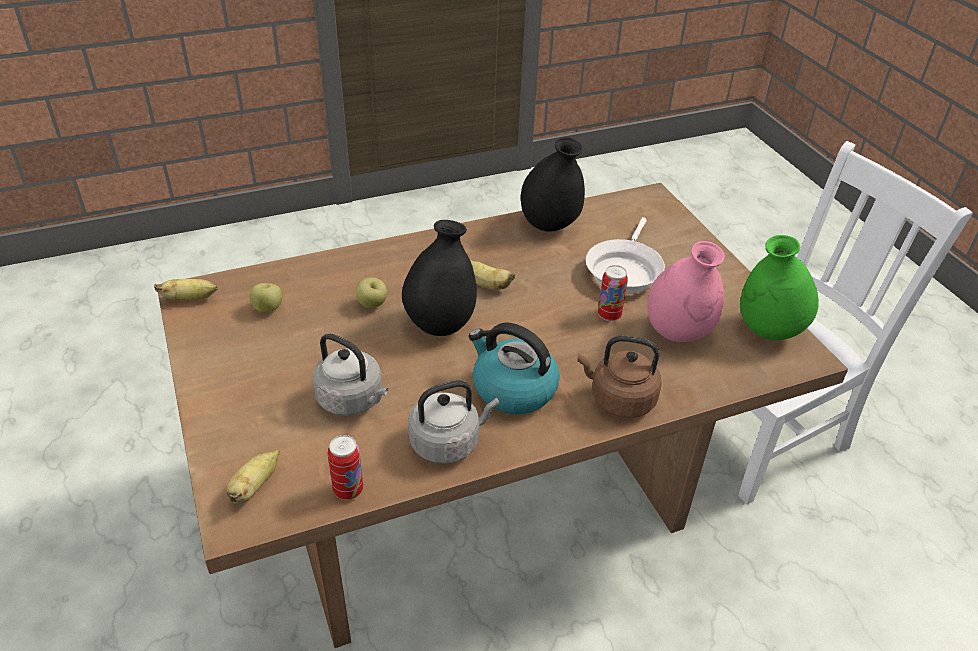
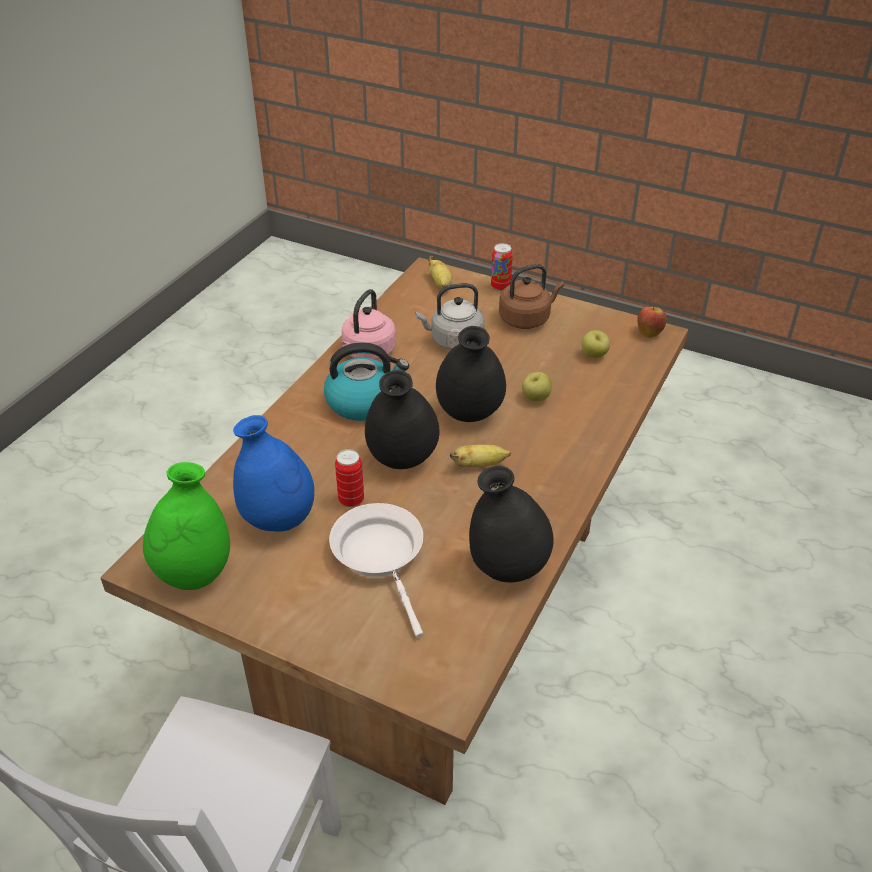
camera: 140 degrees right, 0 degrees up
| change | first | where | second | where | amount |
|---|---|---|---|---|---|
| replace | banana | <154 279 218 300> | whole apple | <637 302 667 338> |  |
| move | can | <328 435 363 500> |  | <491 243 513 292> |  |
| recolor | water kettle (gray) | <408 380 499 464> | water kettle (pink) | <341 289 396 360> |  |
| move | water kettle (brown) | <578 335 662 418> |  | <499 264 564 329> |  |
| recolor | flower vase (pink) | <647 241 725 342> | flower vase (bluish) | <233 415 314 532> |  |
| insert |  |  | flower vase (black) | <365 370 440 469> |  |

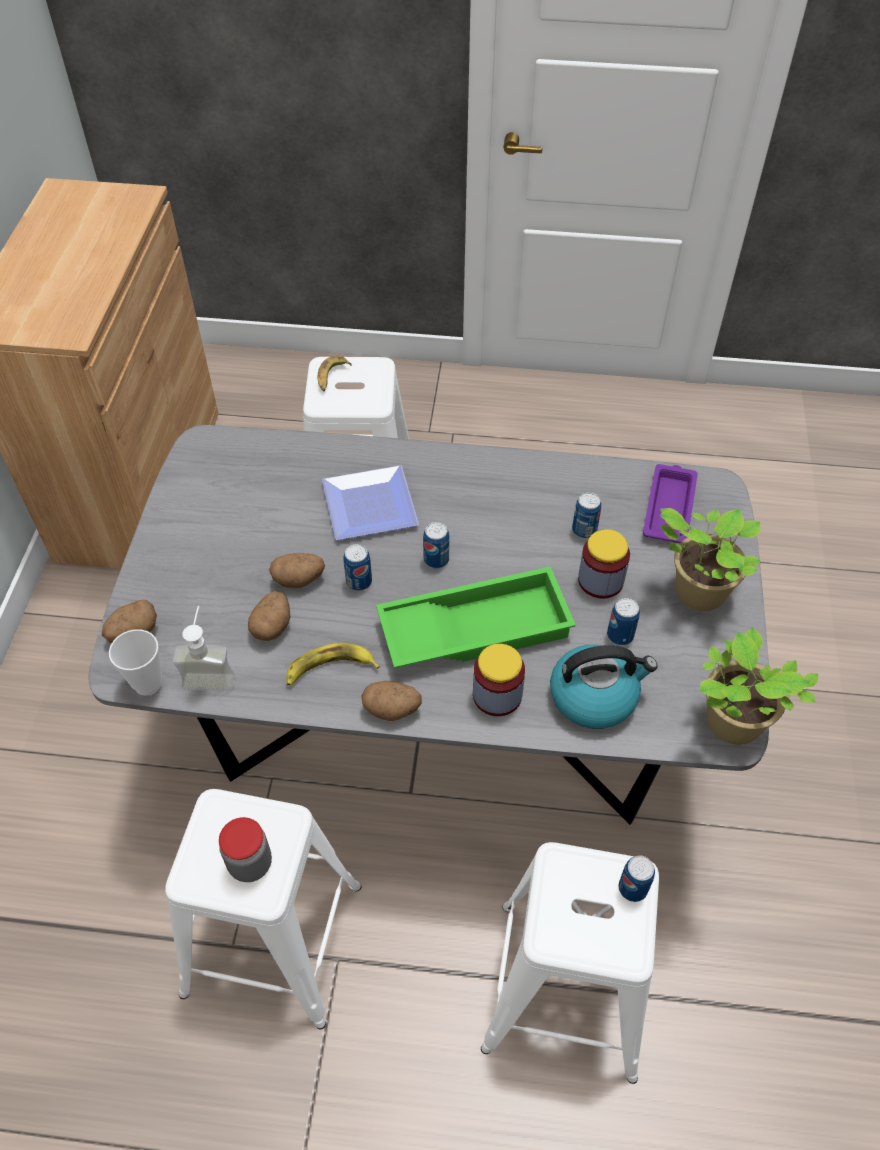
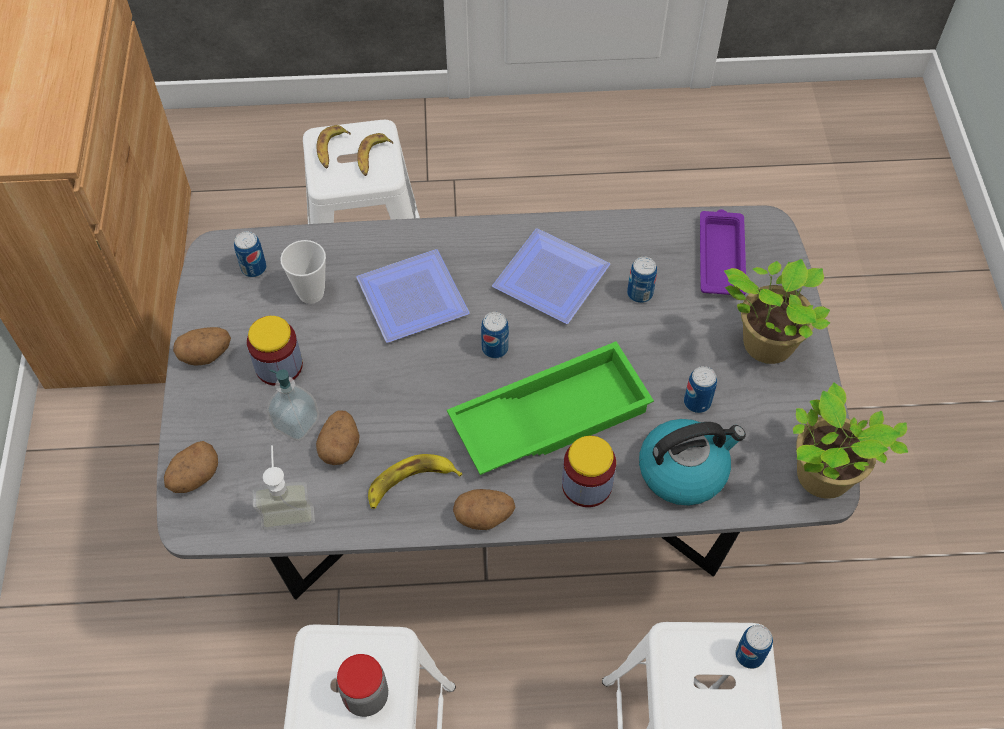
camera: 10 degrees left, 5 degrees up
| change | first | where | second | where | amount |
|---|---|---|---|---|---|
| move | cup | <109 629 162 695> |  | <280 240 326 304> |  |
| move | spud | <269 553 325 588> |  | <173 327 231 366> |  |
| move | can | <343 544 372 591> |  | <234 231 267 278> |  |
| move | jar | <578 529 630 599> |  | <247 316 303 386> |  |
| insert |  |  | soap bottle | <266 369 319 441> |  |
| insert |  |  | banana | <357 133 393 176> |  |
| insert |  |  | dinner plate | <492 228 610 324> |  |

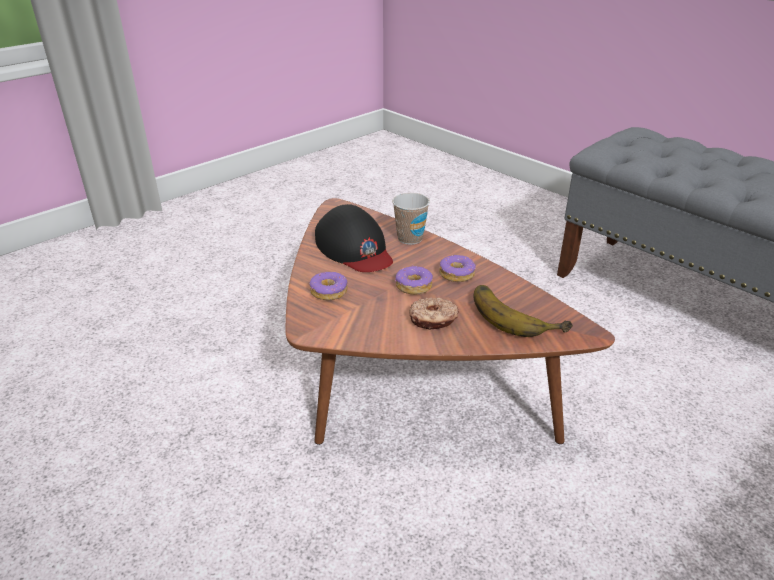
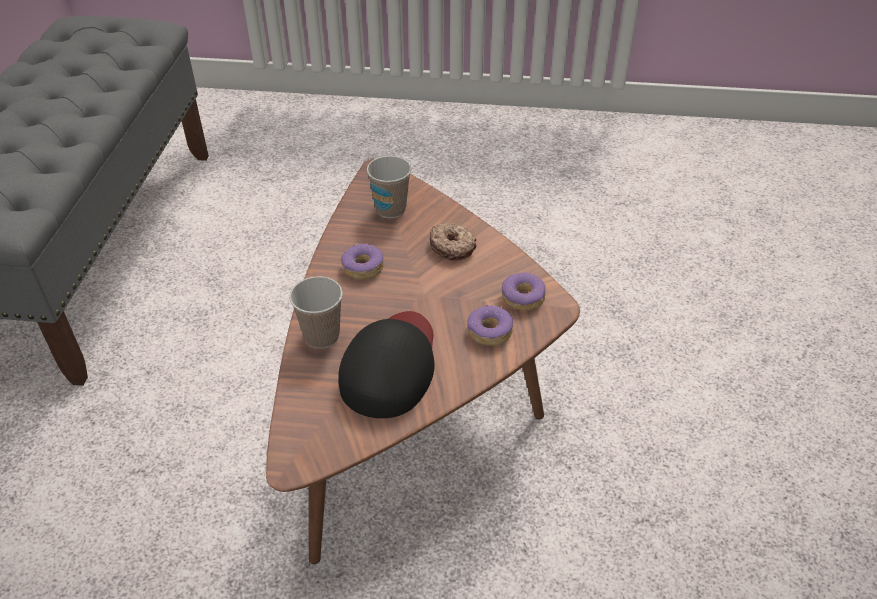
camera: 130 degrees left, 10 degrees up
| change | first | where | second | where | amount |
|---|---|---|---|---|---|
| move | ring doughnut | <395 265 433 295> |  | <502 272 546 311> |  |
| replace | banana | <474 285 573 337> | cup | <367 156 411 218> |  |

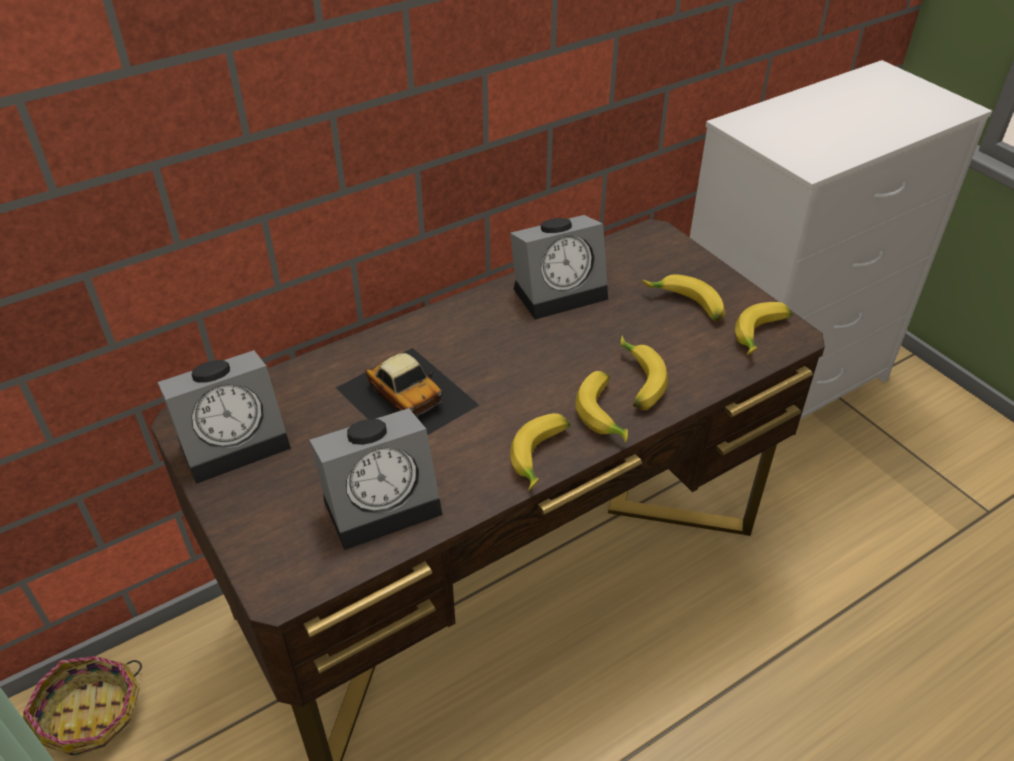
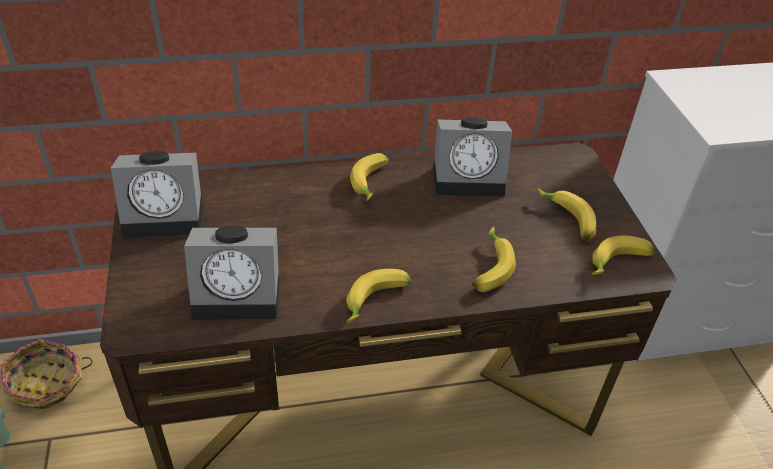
camera: 20 degrees right, 0 degrees up
| change | first | where | second | where | amount |
|---|---|---|---|---|---|
| delete | toy car | <336 348 479 435> |  |  |  |
| move | banana | <575 371 628 443> |  | <350 153 390 201> |  |

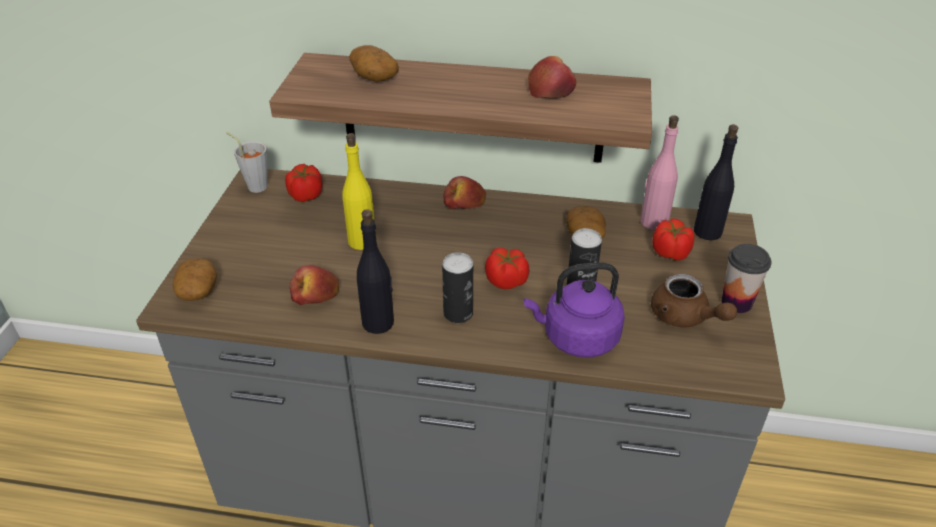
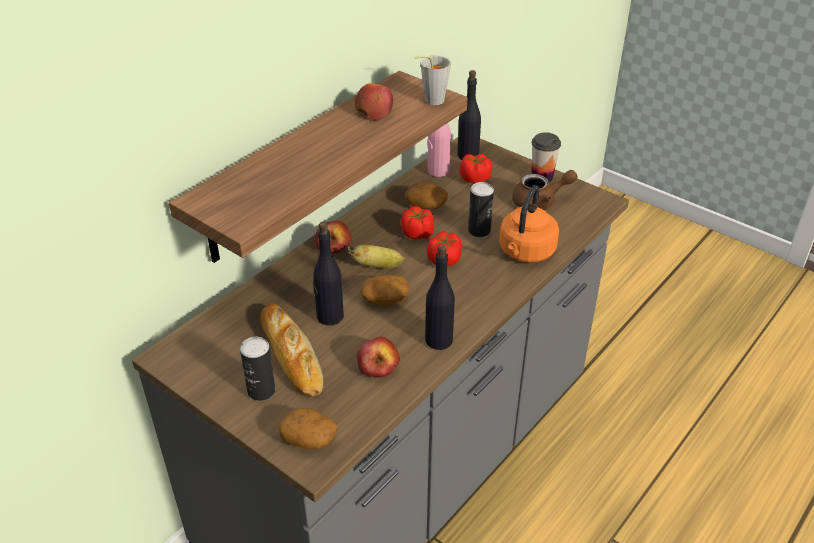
camera: 60 degrees left, 0 degrees up
| change | first | where | second | where | amount |
|---|---|---|---|---|---|
| move | cup (gray) | <226 132 268 193> |  | <414 55 451 105> |  |
| move | fresh tomato | <285 164 323 202> |  | <401 206 434 239> |  |
| recolor | bottle (yellowish) | <342 133 376 250> | bottle (black) | <313 221 344 326> |  |
| move | spud | <349 45 399 82> |  | <360 275 410 306> |  |
| move | can | <442 252 473 323> |  | <240 337 275 401> |  |
| recolor | water kettle (purple) | <524 262 625 358> | water kettle (orangey) | <499 185 559 262> |  |
| insert |  |  | bread | <260 303 324 397> |  |
| insert |  |  | banana | <347 245 406 269> |  |

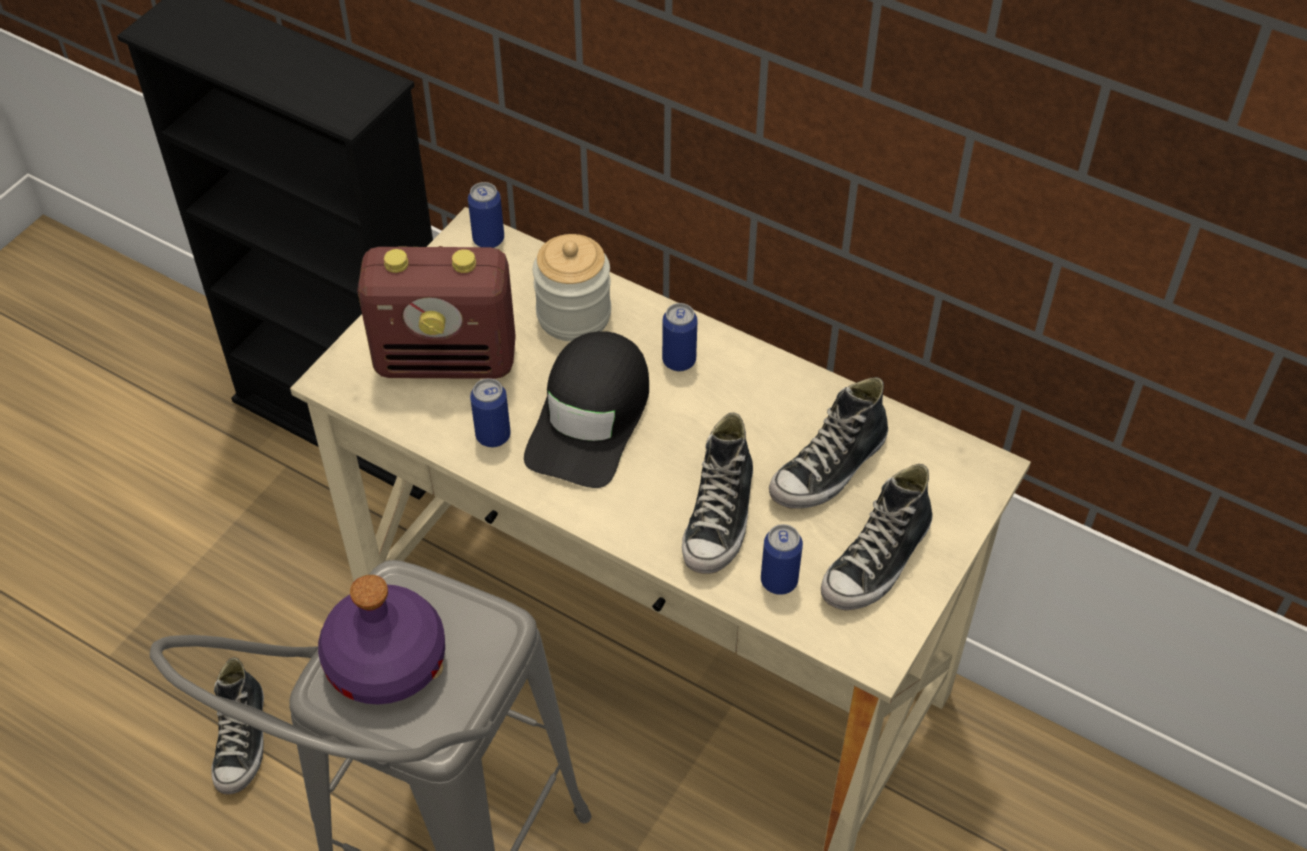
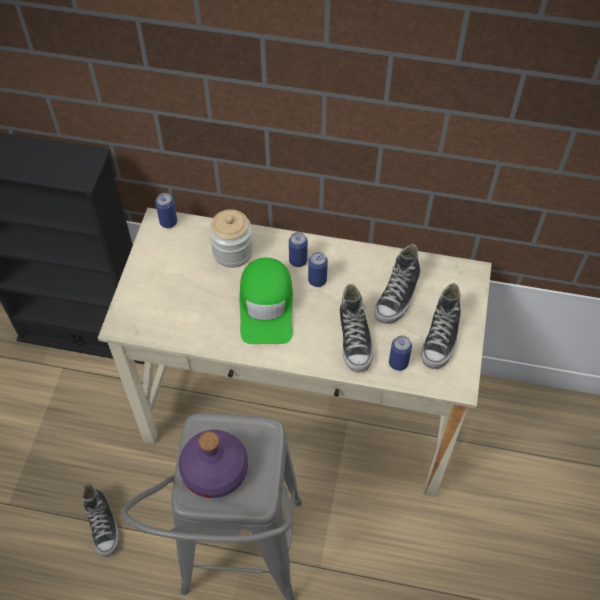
camera: 20 degrees left, 5 degrees up
| change | first | where | second | where | amount |
|---|---|---|---|---|---|
| delete | radio receiver | <357 246 516 379> |  |  |  |
| move | can | <470 378 511 447> |  | <308 252 328 287> |  |
| recolor | baseball cap (black) | <524 331 649 488> | baseball cap (greenish) | <240 257 293 344> |  |

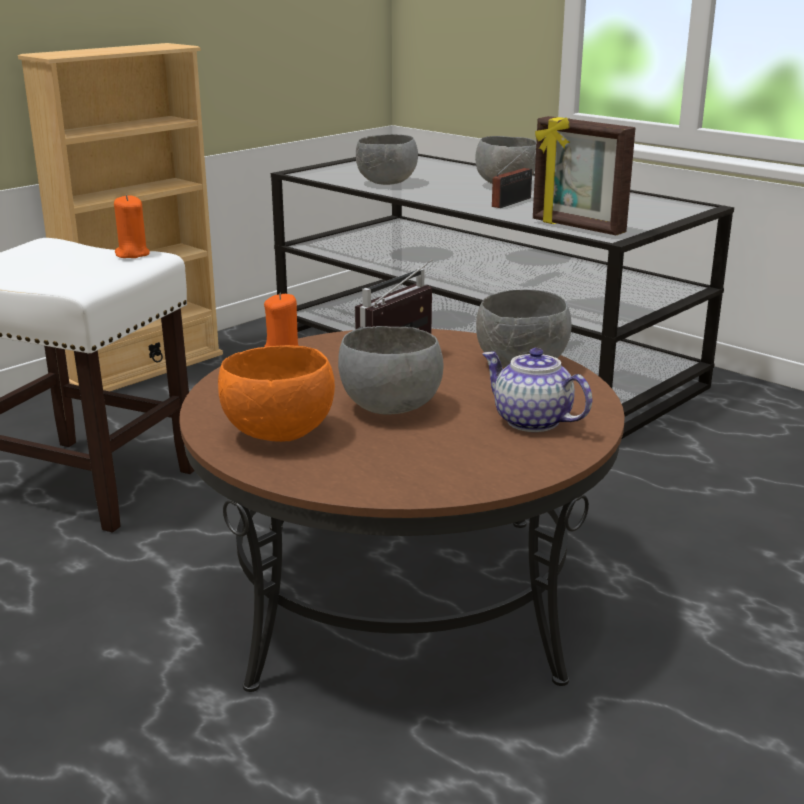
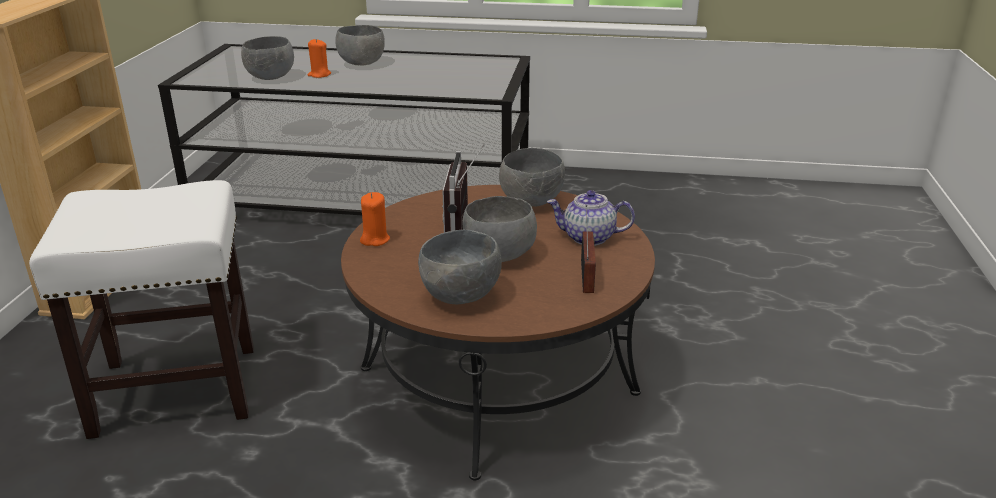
camera: 35 degrees left, 5 degrees up
| change | first | where | second | where | amount |
|---|---|---|---|---|---|
| move | wax candle (orangey) | <114 195 150 258> |  | <308 39 331 78> |  |
| recolor | deep dish (orangey) | <218 345 335 442> | deep dish (gray) | <418 230 502 304> |  |
| move | radio receiver | <492 145 532 208> |  | <581 205 596 293> |  |
| delete | photo frame | <533 116 635 235> |  |  |  |

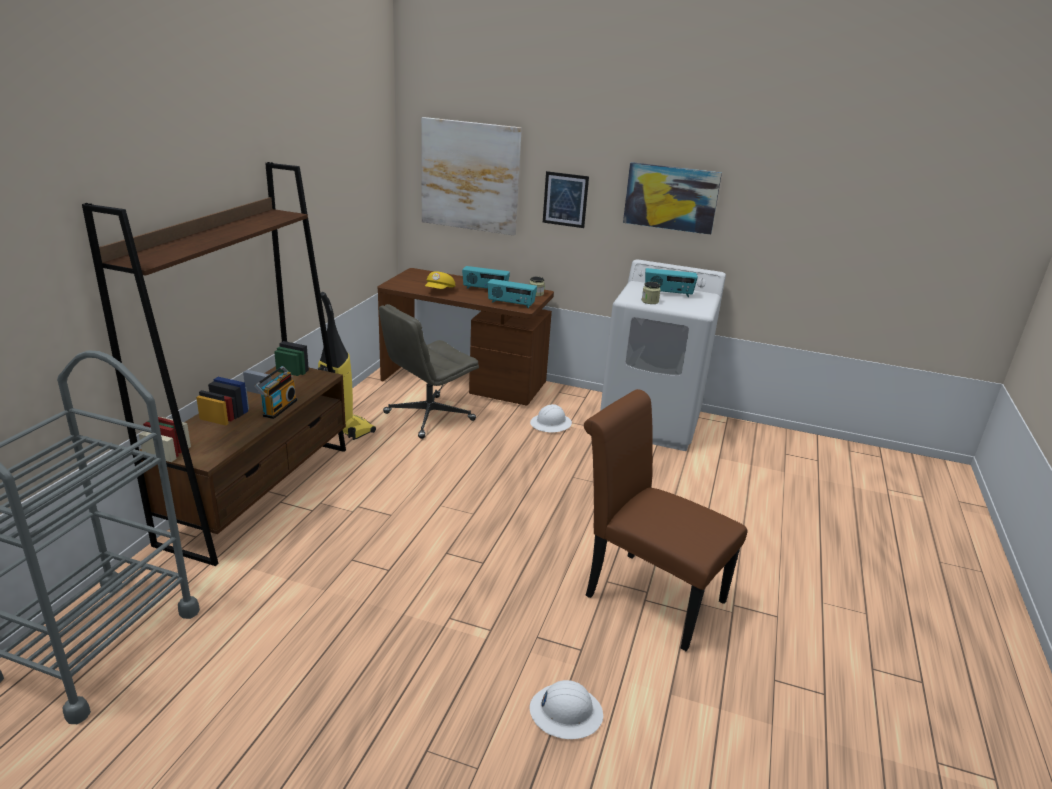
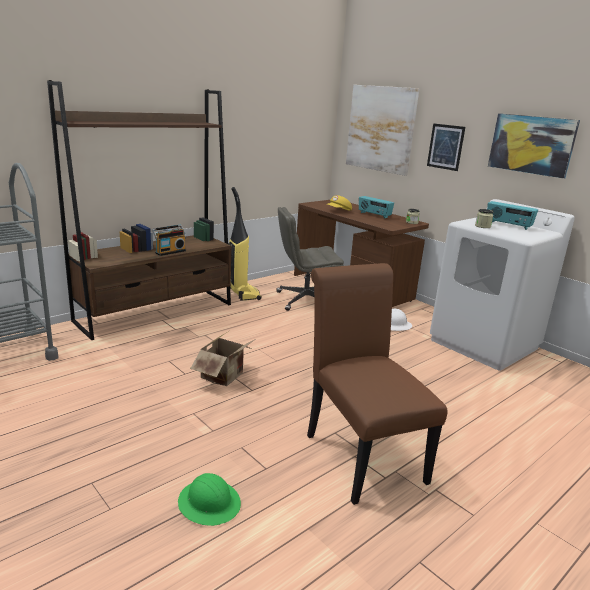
camera: 30 degrees right, 5 degrees down
| change | first | where | second | where | amount |
|---|---|---|---|---|---|
| delete | radio receiver | <487 279 537 308> |  |  |  |
| recolor | hard hat (white-coloured) | <530 680 603 739> | hard hat (greenish) | <178 473 241 526> |  |
| insert |  |  | packing box | <190 331 257 386> |  |

